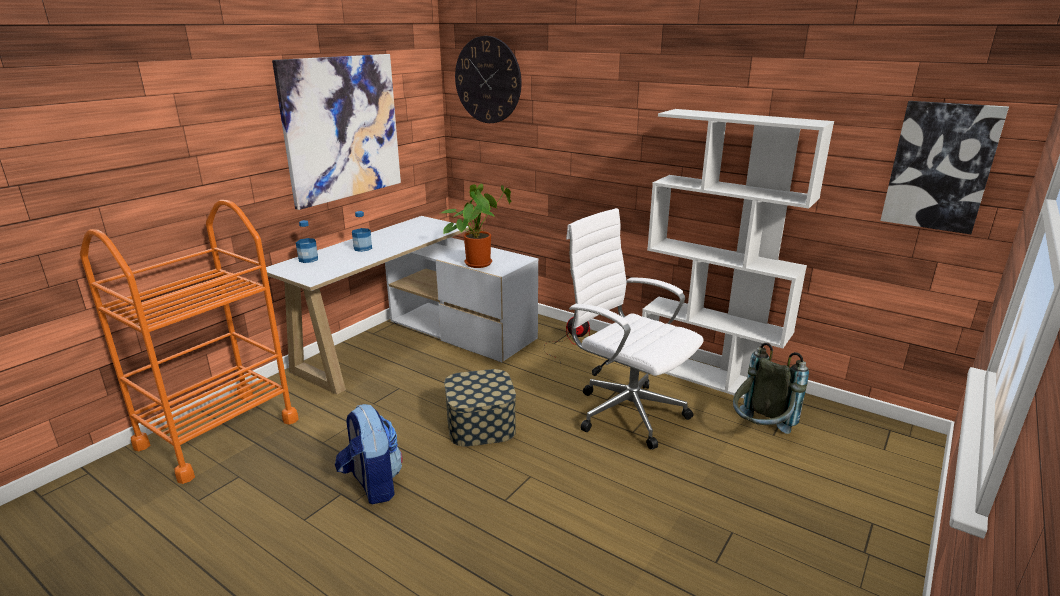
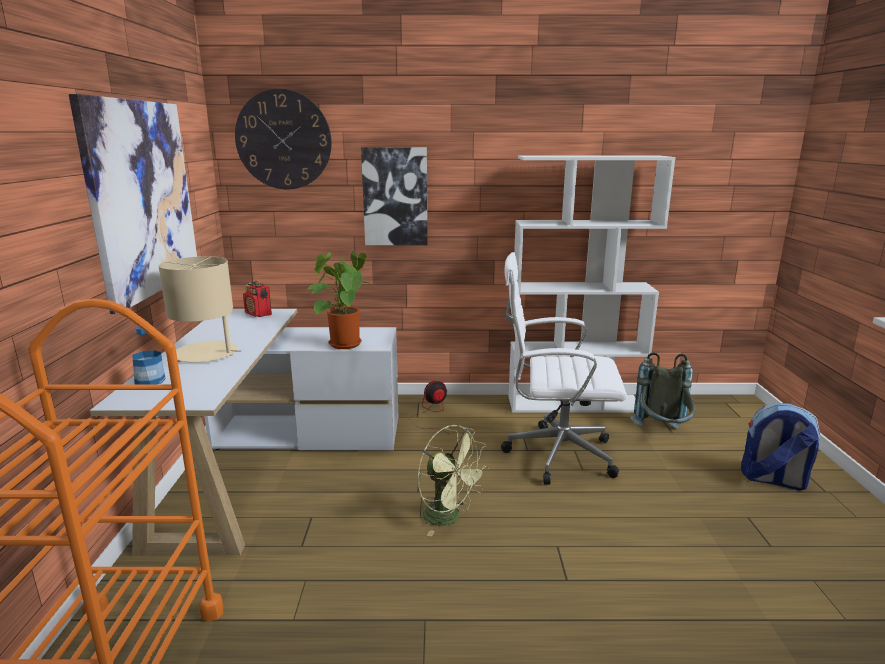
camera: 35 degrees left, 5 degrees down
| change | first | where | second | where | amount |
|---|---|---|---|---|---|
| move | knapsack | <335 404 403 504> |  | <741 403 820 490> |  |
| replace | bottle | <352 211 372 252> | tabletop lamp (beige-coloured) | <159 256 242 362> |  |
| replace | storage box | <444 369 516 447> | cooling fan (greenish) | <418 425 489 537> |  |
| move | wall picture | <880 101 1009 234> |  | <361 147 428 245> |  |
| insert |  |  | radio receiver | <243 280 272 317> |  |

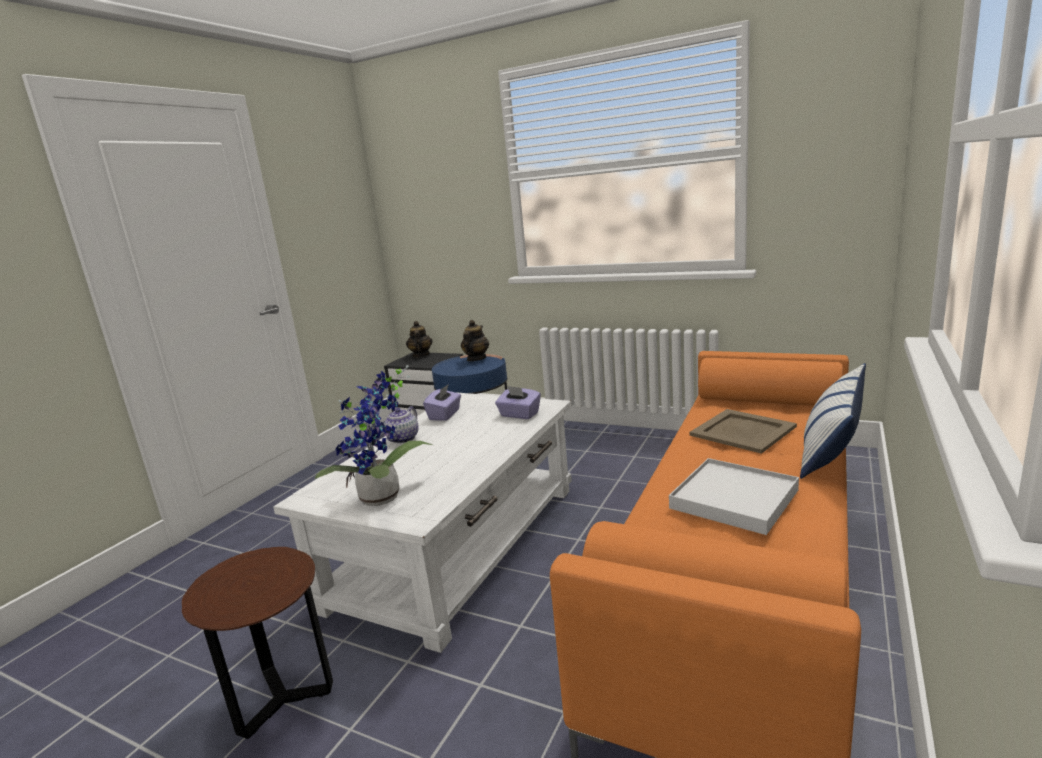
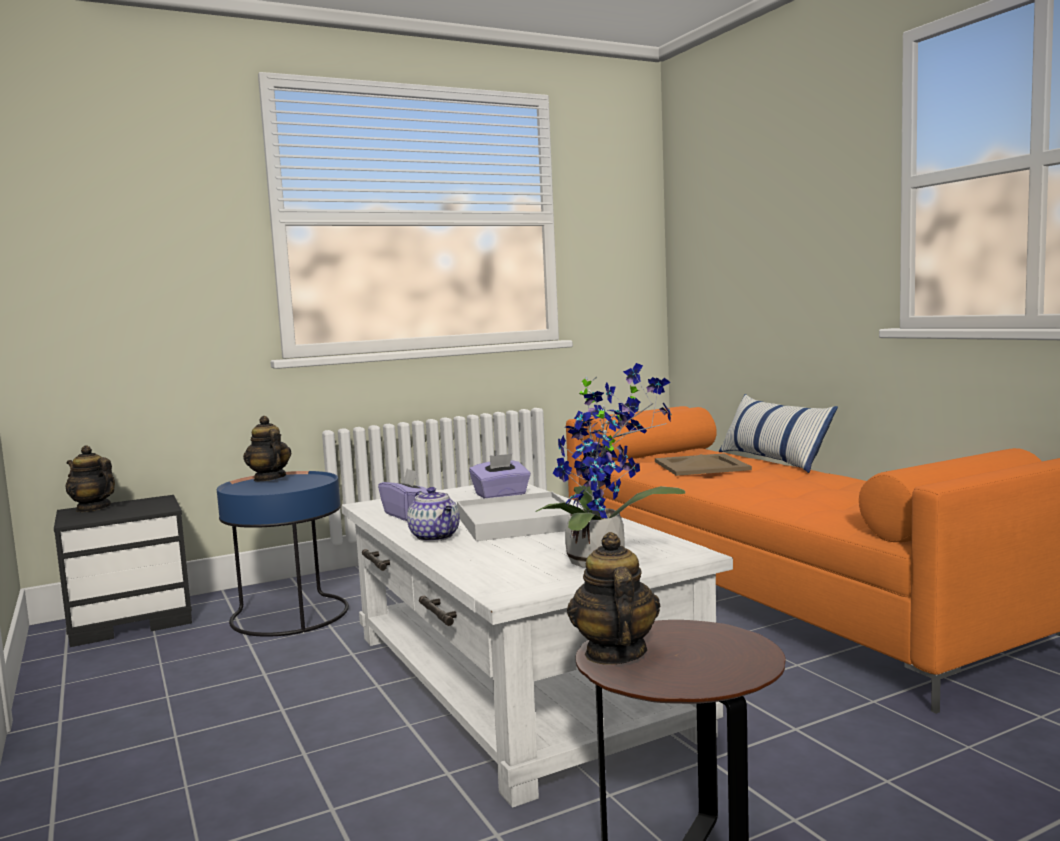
camera: 55 degrees left, 10 degrees down
| change | first | where | second | where | amount |
|---|---|---|---|---|---|
| move | tray (white-coloured) | <669 458 799 535> |  | <457 492 570 541> |  |
| insert |  |  | teapot | <567 532 660 665> |  |

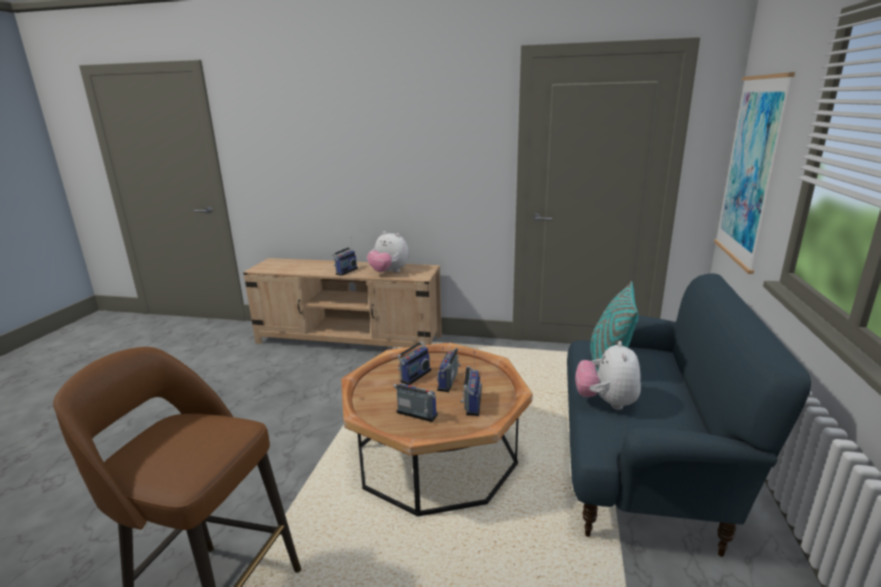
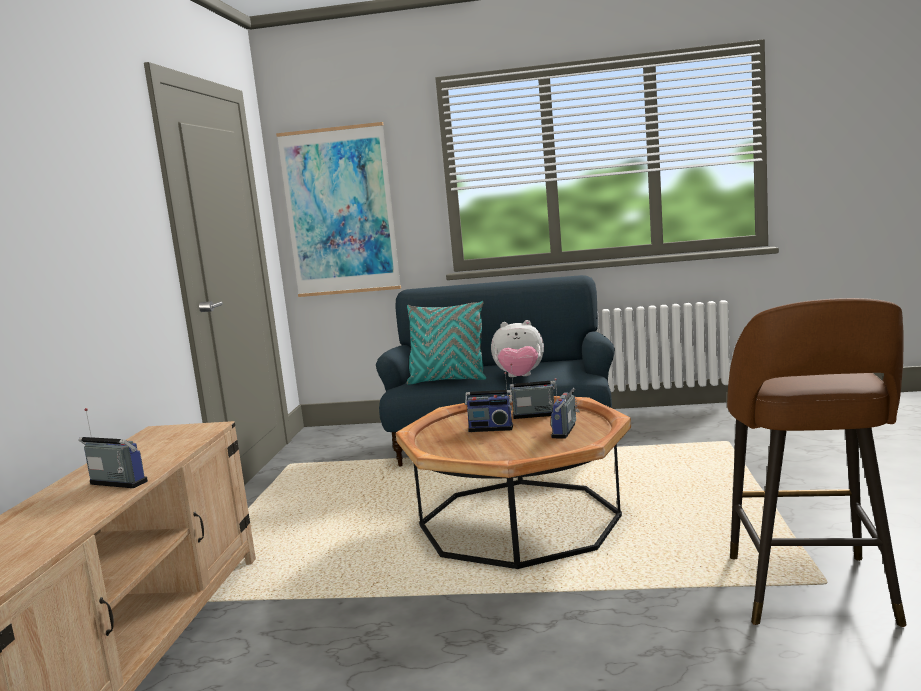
camera: 95 degrees left, 10 degrees down
| change | first | where | second | where | amount |
|---|---|---|---|---|---|
| delete | cuddly toy | <367 231 409 273> |  |  |  |
| delete | radio receiver | <397 329 431 385> |  |  |  |

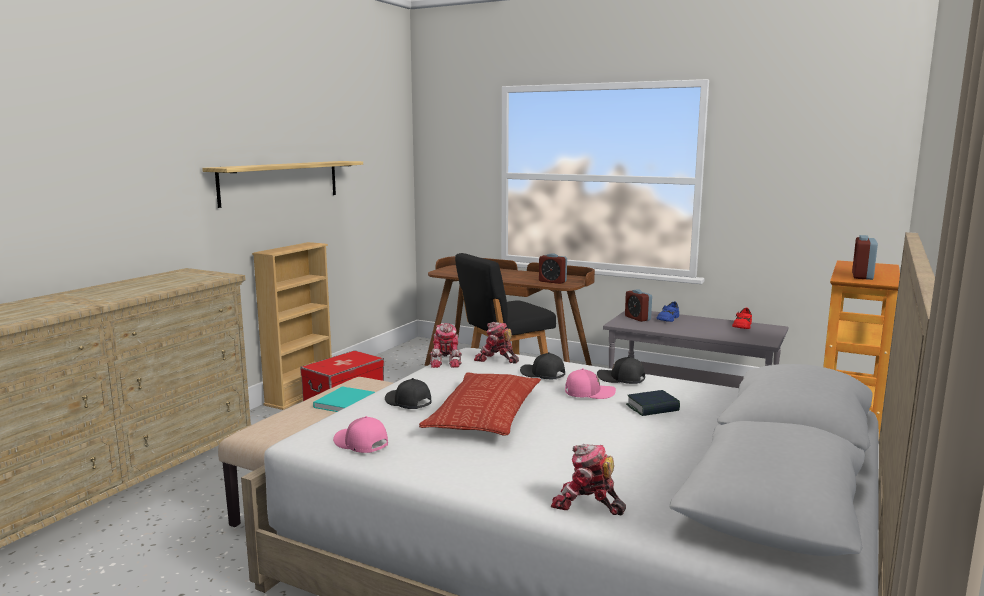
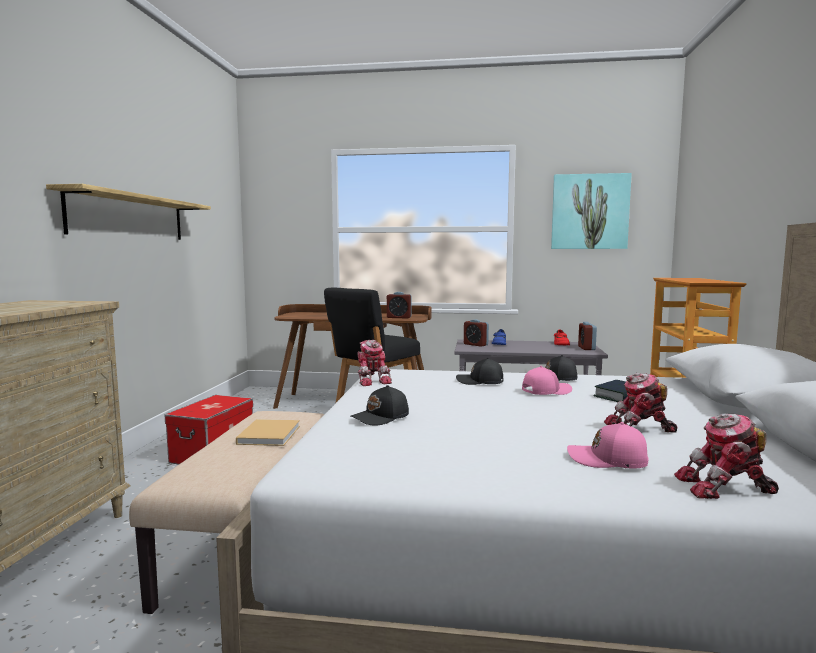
camera: 20 degrees left, 5 degrees down
| change | first | where | second | where | amount |
|---|---|---|---|---|---|
| delete | bookcase (beige-coloured) | <252 242 332 410> |  |  |  |
| recolor | volume (blue-green) | <313 386 375 412> | volume (beige-coloured) | <236 419 300 446> |  |
| move | baseball cap (pink) | <333 416 388 453> |  | <567 422 648 468> |  |
| rotate | baseball cap (black) | <385 378 432 409> |  | <350 385 409 426> | 60 degrees counterclockwise |
| delete | cushion | <419 372 541 436> |  |  |  |
| move | toy robot | <474 322 519 364> |  | <604 373 677 433> |  |
| move | table clock | <852 235 878 280> |  | <578 322 597 350> |  |
| insert |  |  | wall picture | <551 173 632 249> |  |

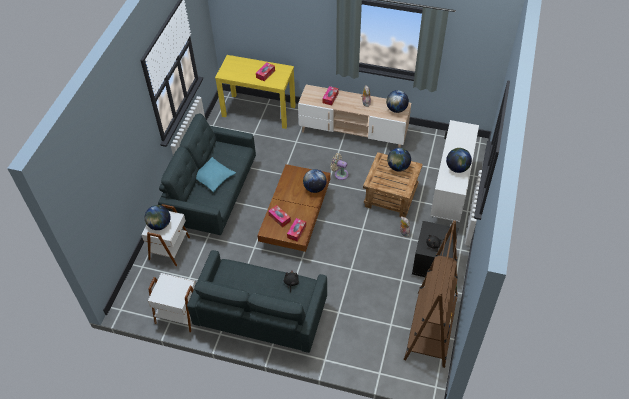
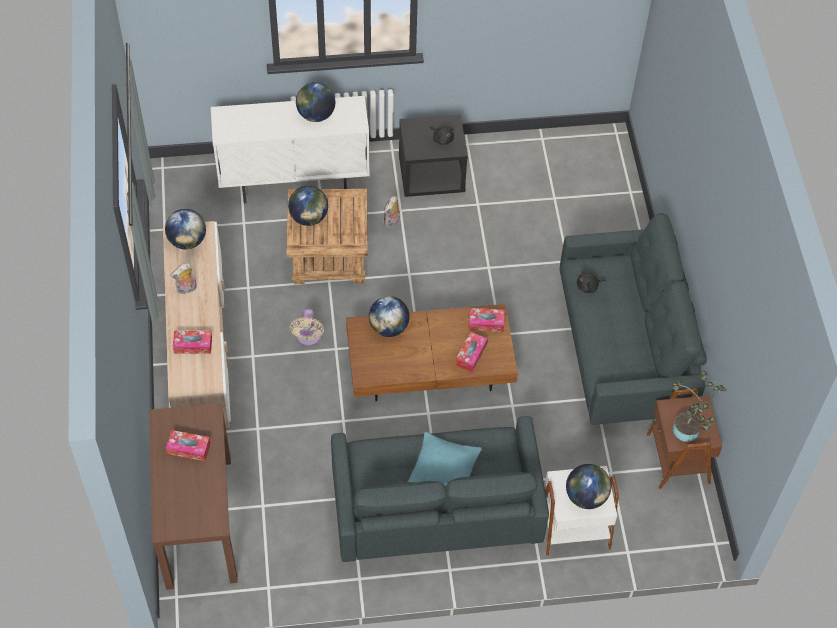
camera: 115 degrees left, 5 degrees up
| change | first | where | second | where | amount |
|---|---|---|---|---|---|
| recolor | side table (white-coloured) | <148 273 196 333> | side table (brown) | <647 388 722 489> |  |
| recolor | narrow table (yellowish) | <215 55 296 129> | narrow table (brown) | <149 403 238 590> |  |
| delete | bookcase (brown) | <404 220 458 368> |  |  |  |
| insert |  |  | houseplant | <672 371 726 442> |  |

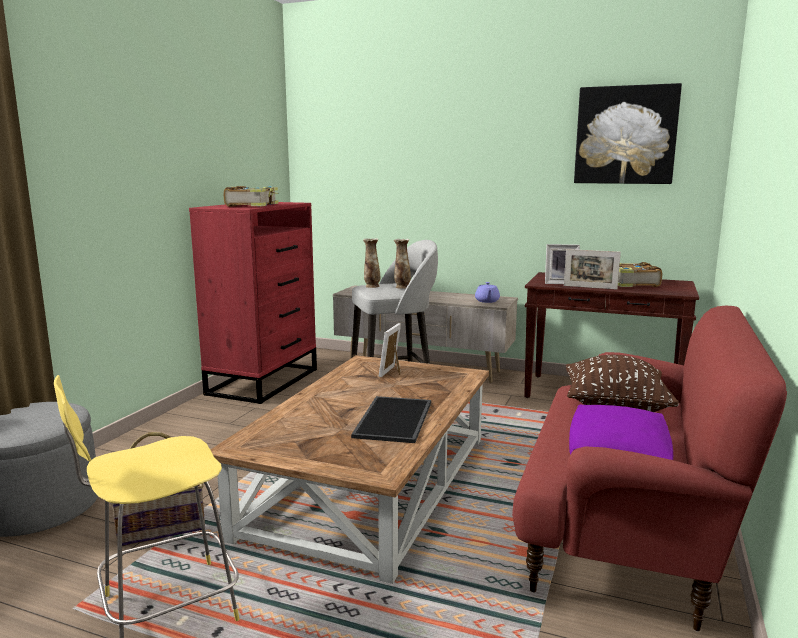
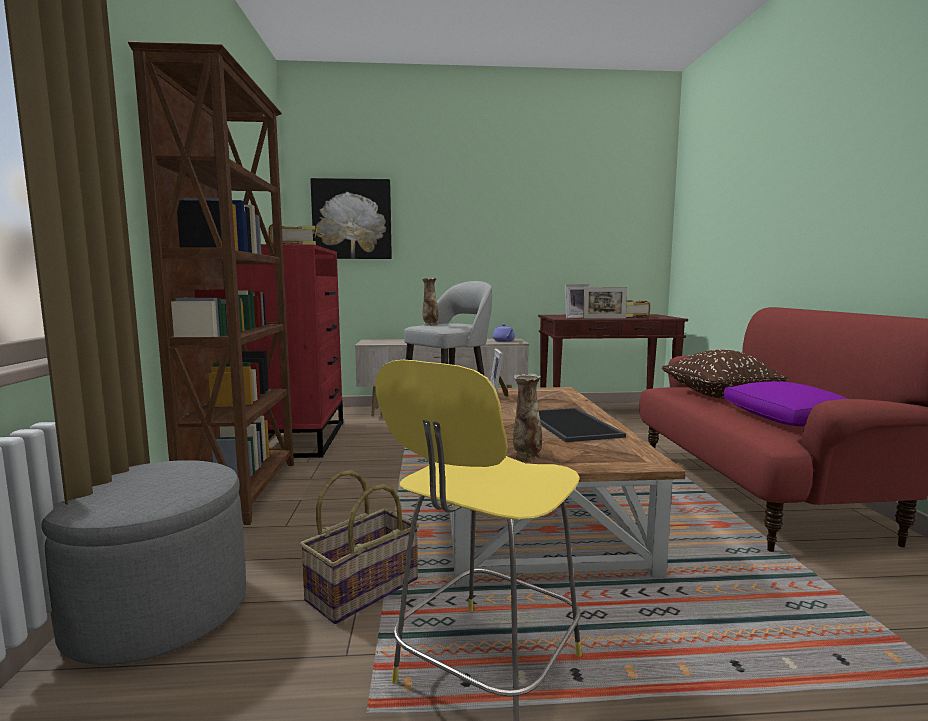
camera: 25 degrees left, 5 degrees down
| change | first | where | second | where | amount |
|---|---|---|---|---|---|
| move | flower vase | <394 239 411 289> |  | <513 374 542 462> |  |
| move | wall picture | <574 83 682 184> |  | <310 178 392 259> |  |
| insert |  |  | bookcase (brown) | <128 42 294 525> |  |

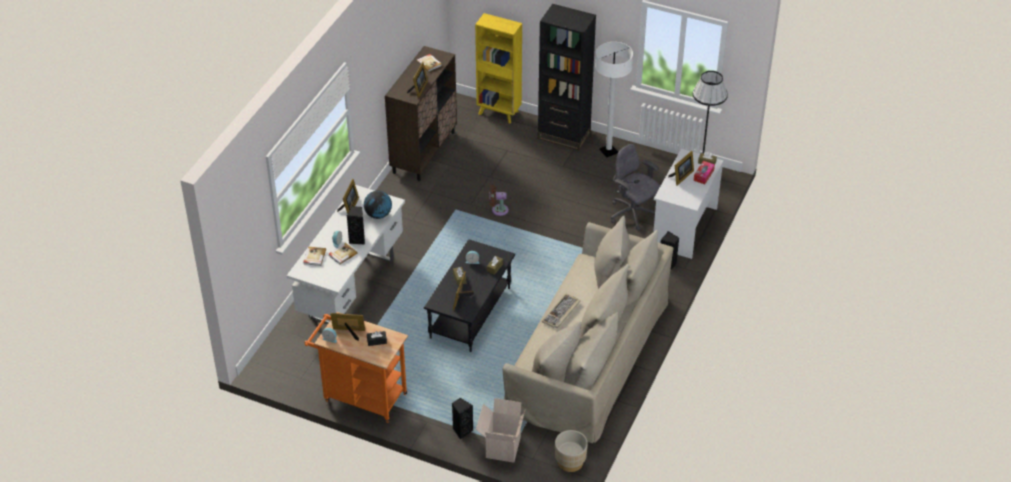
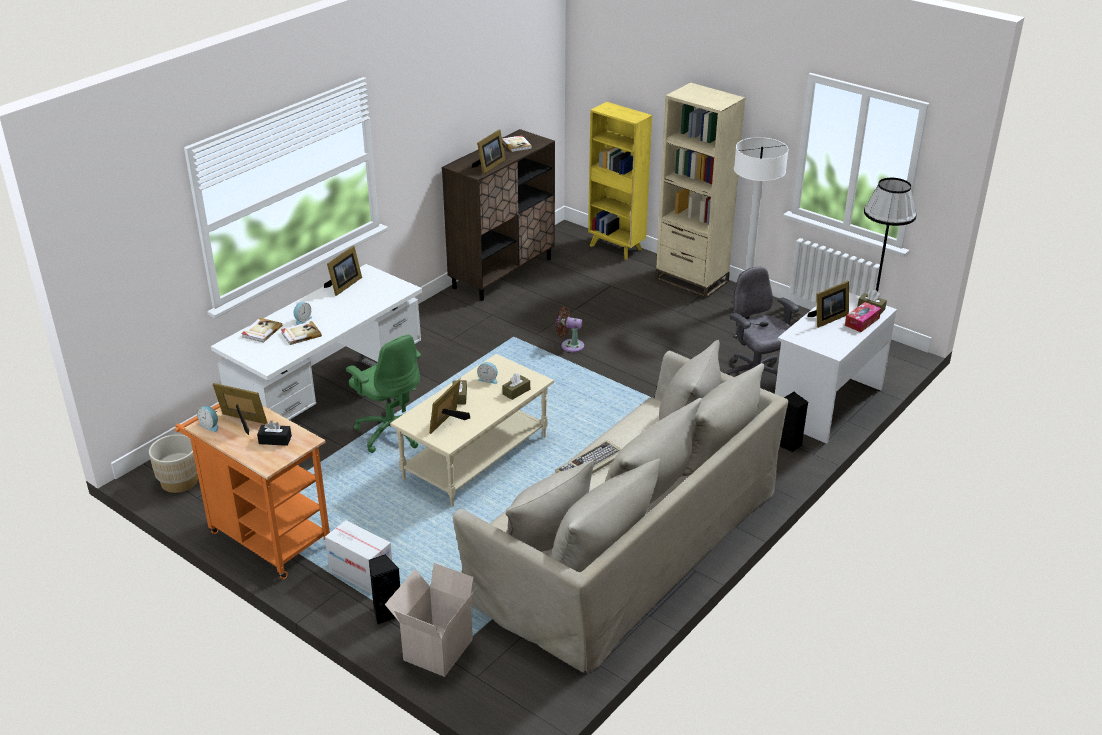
camera: 15 degrees right, 10 degrees down
| change | first | where | second | where | amount |
|---|---|---|---|---|---|
| delete | audio speaker (black) | <347 206 365 245> |  |  |  |
| delete | globe | <364 191 392 219> |  |  |  |
| recolor | low table (black) | <424 239 515 352> | low table (beige-coloured) | <390 354 554 507> |  |
| recolor | bookcase (black) | <538 4 596 151> | bookcase (beige-coloured) | <655 82 746 299> |  |
| move | flower pot (beige-coloured) | <555 430 588 472> |  | <149 434 198 493> |  |
| insert |  |  | packing box | <325 520 392 594> |  |
| insert |  |  | computer chair (greenish) | <346 334 421 453> |  |

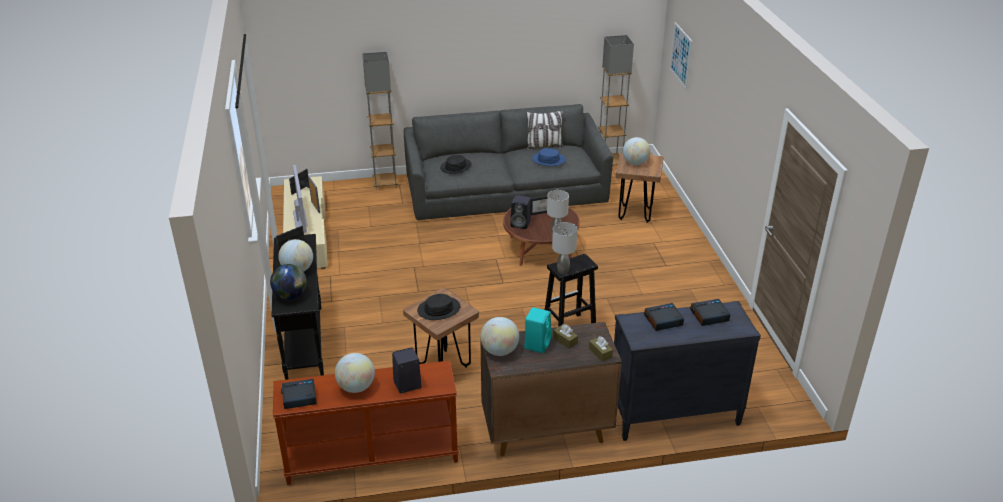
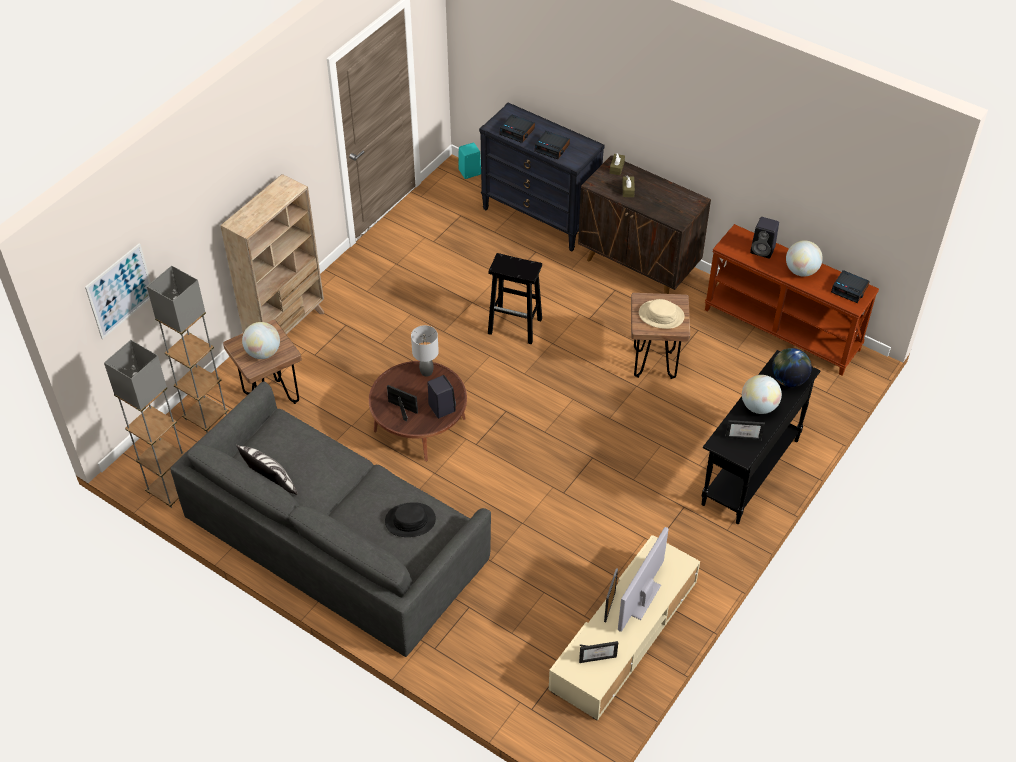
camera: 135 degrees left, 15 degrees up
| change | first | where | second | where | amount |
|---|---|---|---|---|---|
| move | floor lamp (gray) | <362 52 398 189> |  | <147 266 229 433> |  |
| recolor | clothing hat (black) | <417 294 460 320> | clothing hat (beige-coloured) | <639 299 684 329> |  |
| delete | globe | <481 317 519 356> |  |  |  |
| move | audio speaker (blue-green) | <525 307 552 353> |  | <458 143 481 179> |  |
| delete | clothing hat (bluish) | <532 148 566 166> |  |  |  |
| delete | tabletop lamp (gray) | <552 222 577 274> |  |  |  |
| insert |  |  | bookcase (beige-coloured) | <220 174 324 334> |  |

